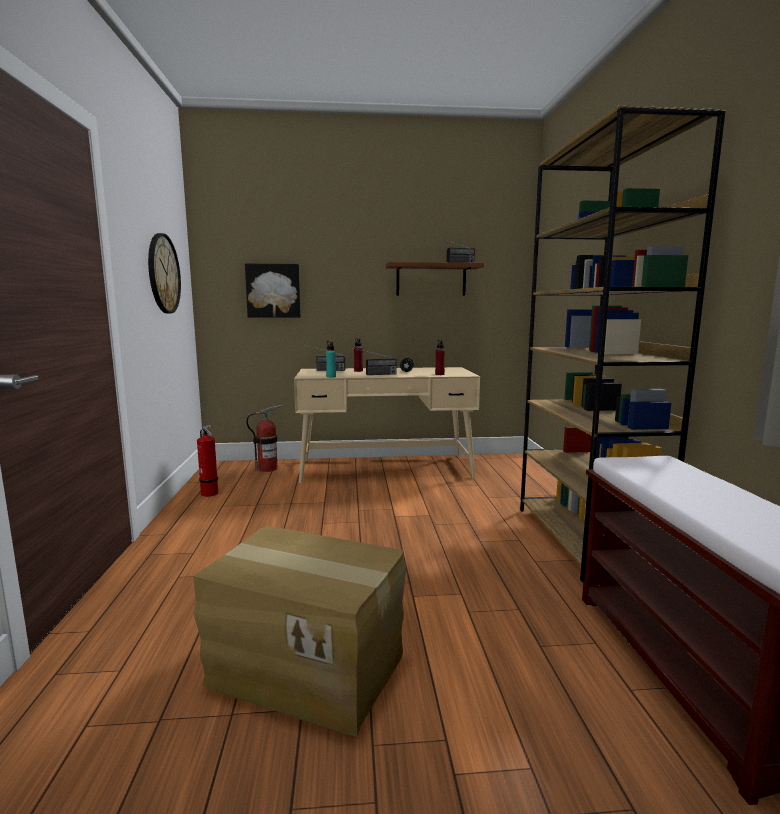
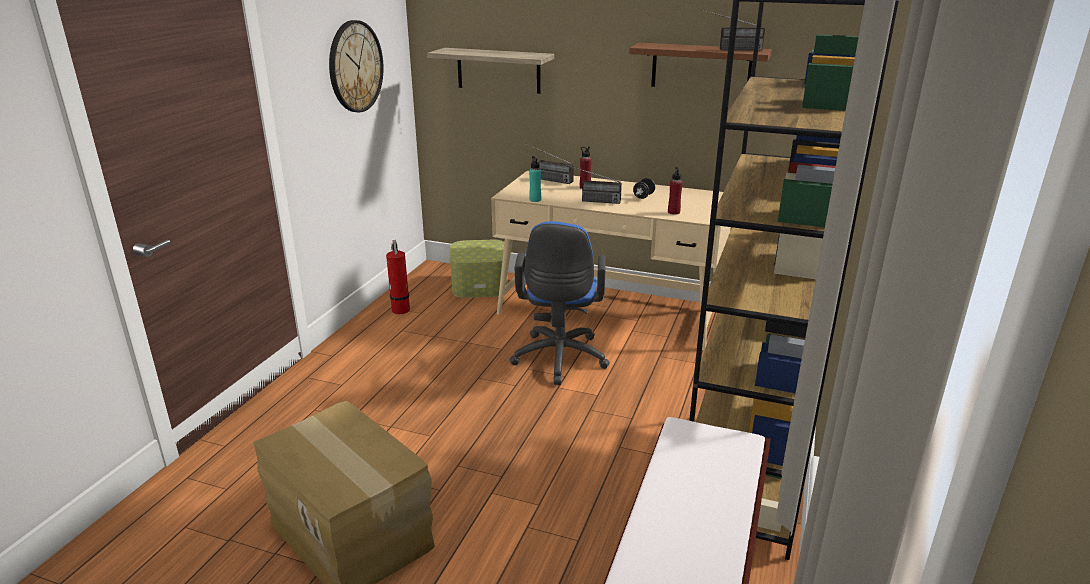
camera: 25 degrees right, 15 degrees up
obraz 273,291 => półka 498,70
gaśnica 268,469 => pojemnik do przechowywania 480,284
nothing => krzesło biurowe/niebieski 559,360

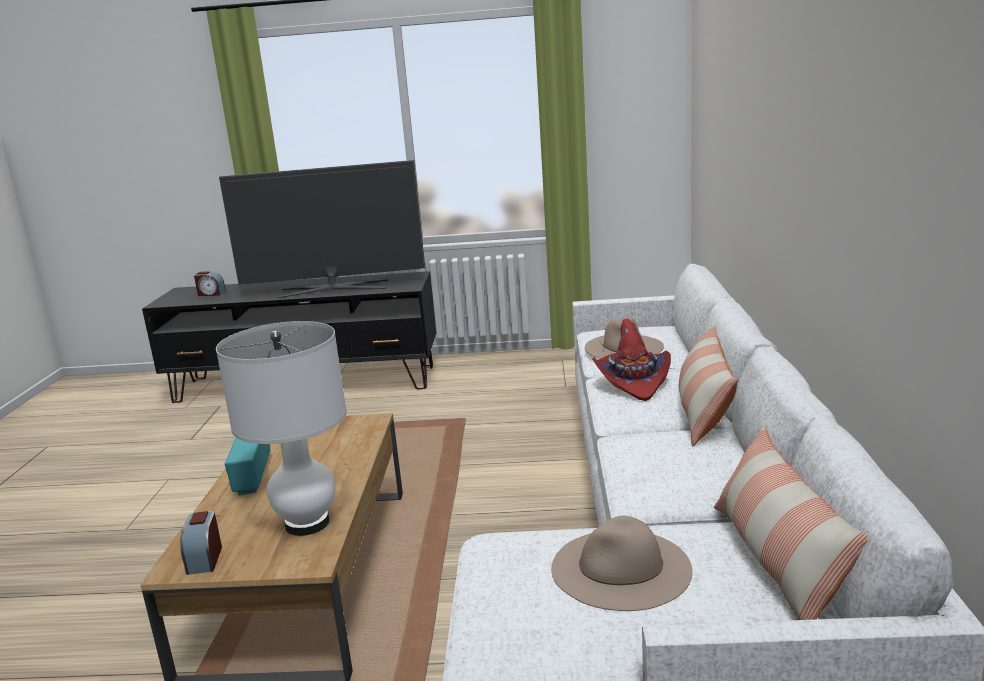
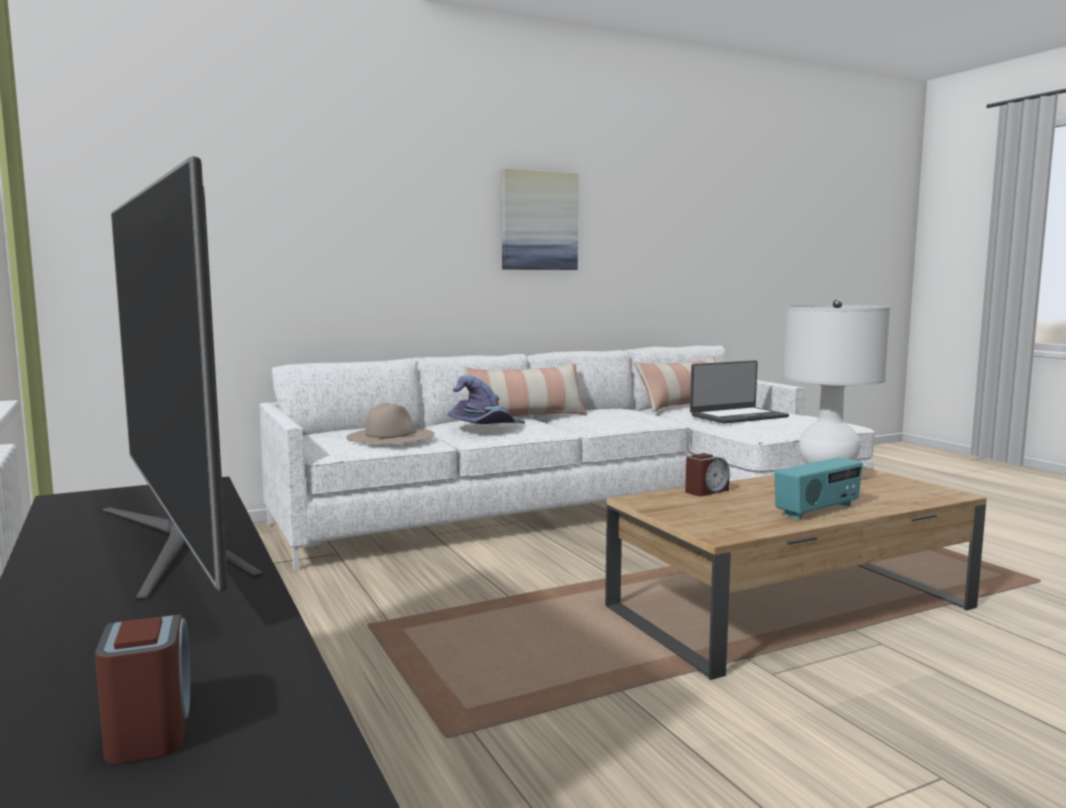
camera: 120 degrees left, 10 degrees down
budzik 204,559 => budzik 706,491, shifted
kapelusz/beżowy 620,568 => laptop 738,416
kapelusz/czerwony 633,382 => kapelusz/fioletowy 485,428
nothing => obraz 539,221

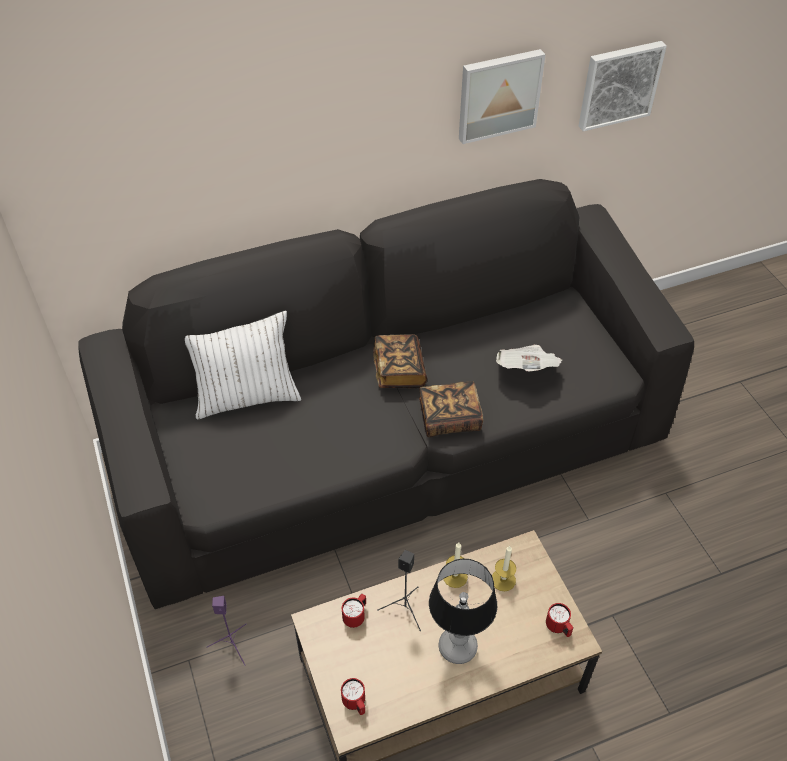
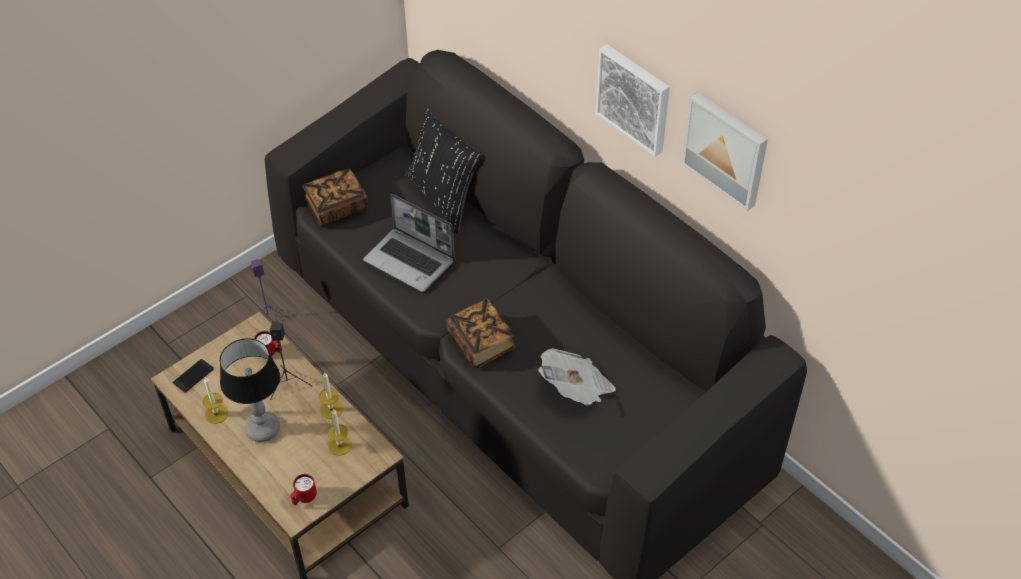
camera: 70 degrees right, 0 degrees up
poduszka/biały 246,397 => poduszka/czarny 444,197
kubek/czerwony 355,703 => telefon 193,376
książka 399,371 => książka 336,207, shifted
obraz 619,84 => obraz 634,98, shifted
nothing => świeca 216,414
nothing => laptop 410,261

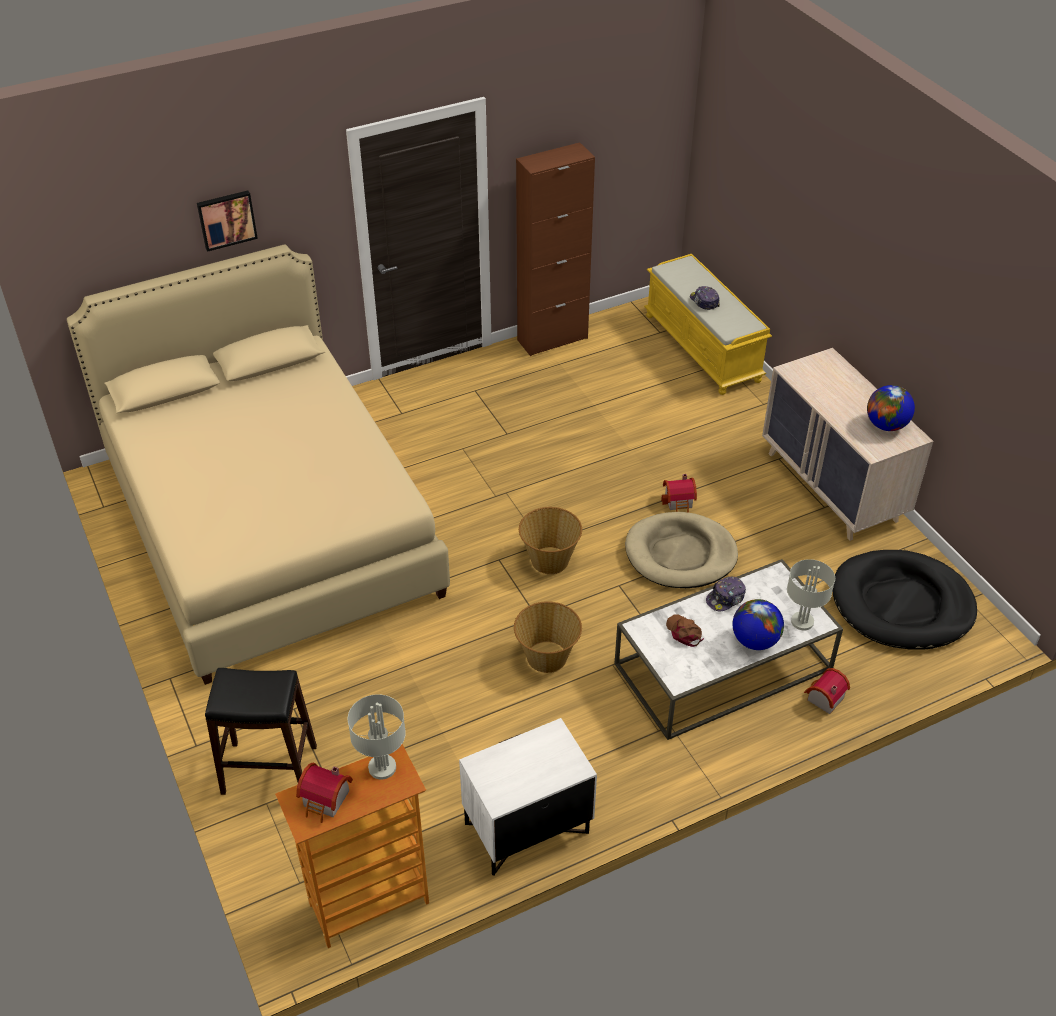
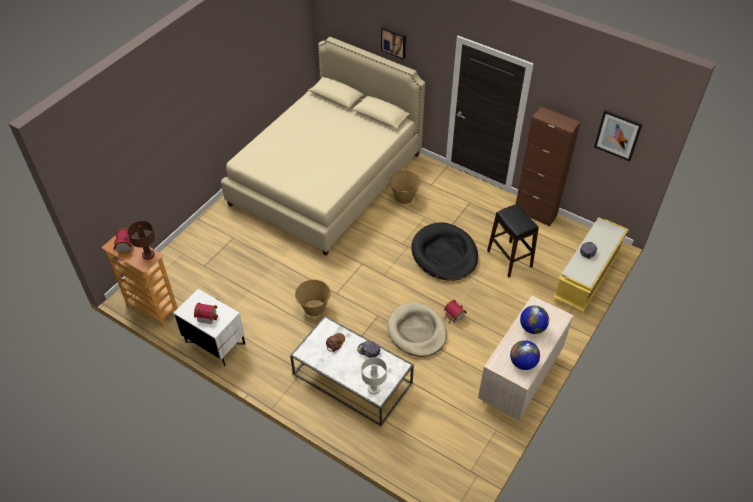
camera: 60 degrees right, 5 degrees up
stołek/czarny 269,770 => stołek/czarny 509,259, shifted
lampa stołowa/szary 382,768 => lampa stołowa/brązowy 148,255
koszyk 549,559 => koszyk 404,197, shifted
globus 755,641 => globus 532,327, shifted
domek 823,698 => domek 207,315, shifted
legowisko/czarny 902,604 => legowisko/czarny 444,254, shifted
nothing => obraz 618,135

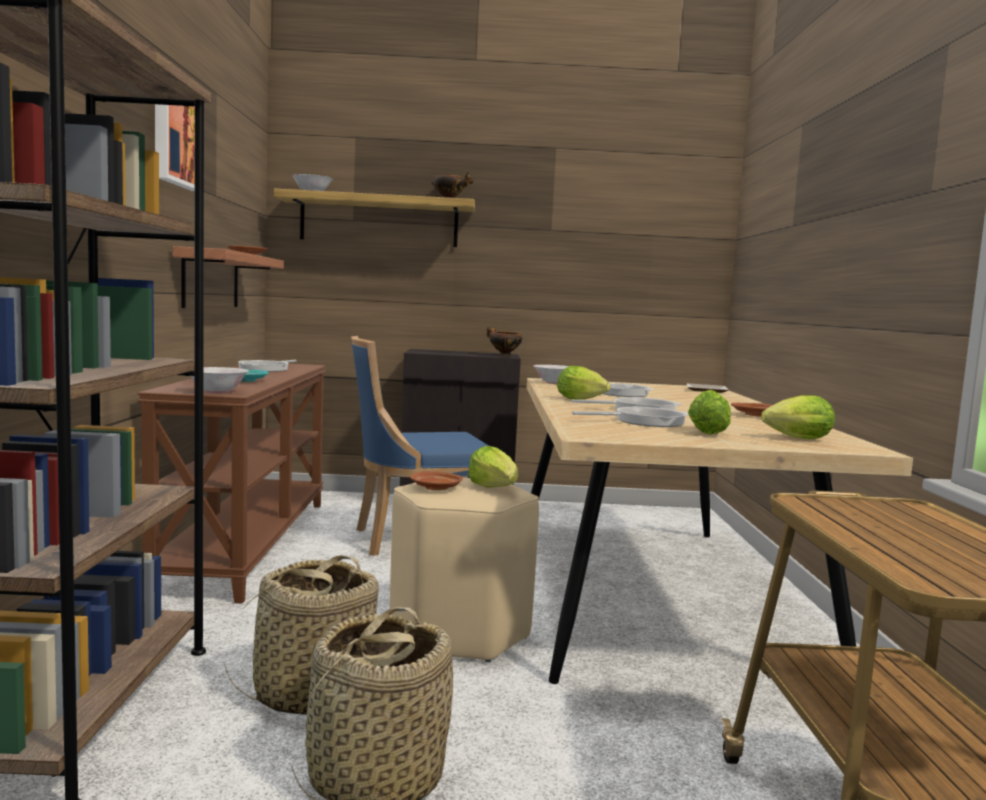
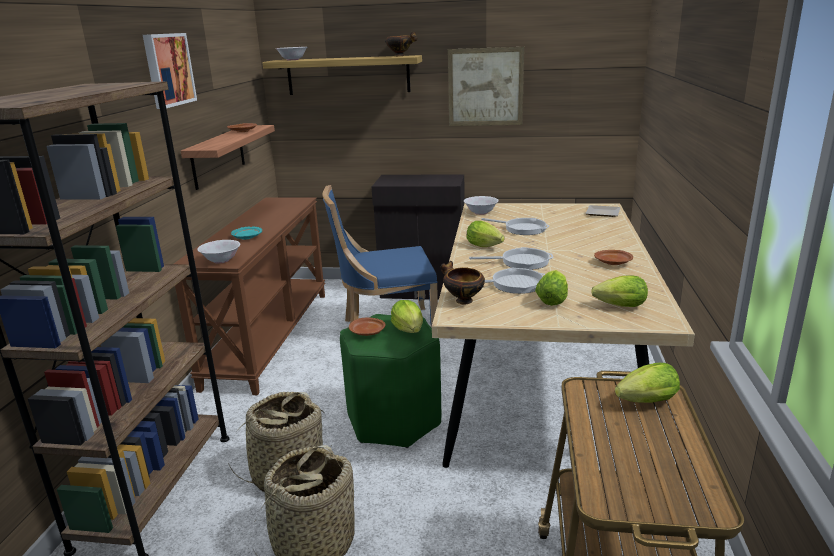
camera: 10 degrees right, 15 degrees up
patelnia 266,369 => nothing
stołek/beżowy 459,632 => stołek/zielony 394,420
miska 503,356 => miska 462,300, shifted
nothing => obraz 485,87
nothing => sałata 644,403

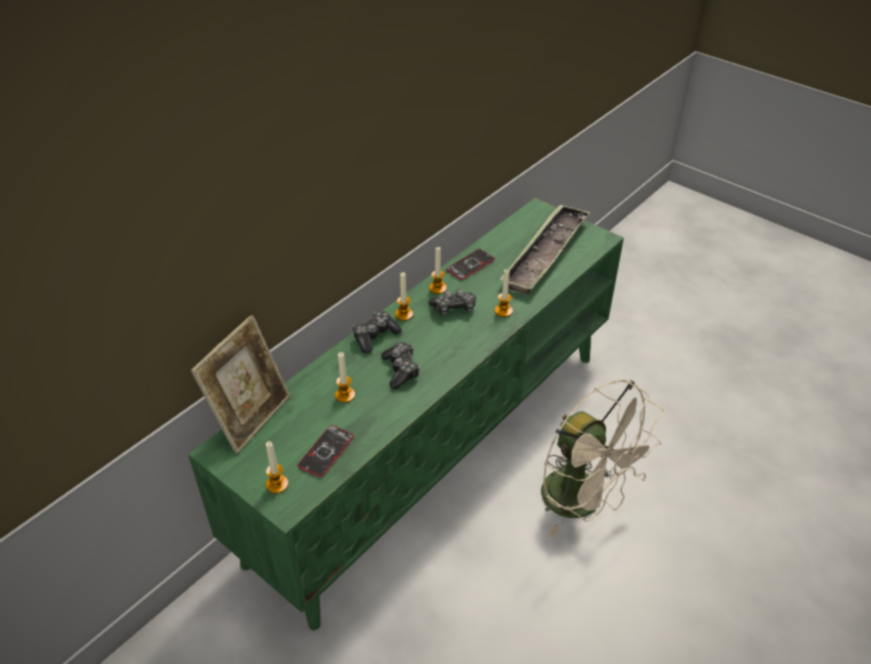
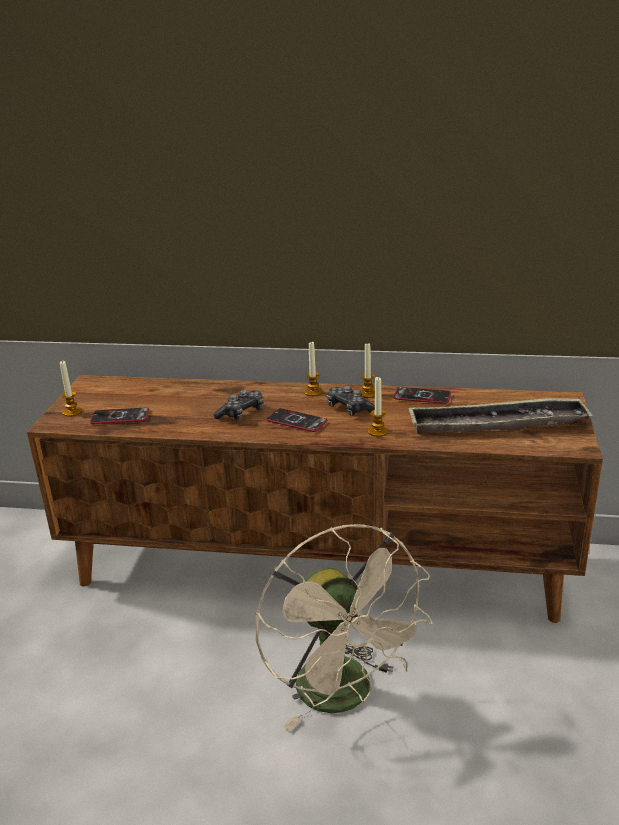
camera: 60 degrees right, 15 degrees down
szafka pod telewizor/zielony 435,449 => szafka pod telewizor/brązowy 318,567
ramka na zdjęcie 251,417 => nothing
świeca 345,395 => nothing
pad do gier 375,337 => nothing
wentylator/beżowy 583,502 => wentylator/beżowy 344,697, 45 degrees counterclockwise
nothing => telefon 296,421

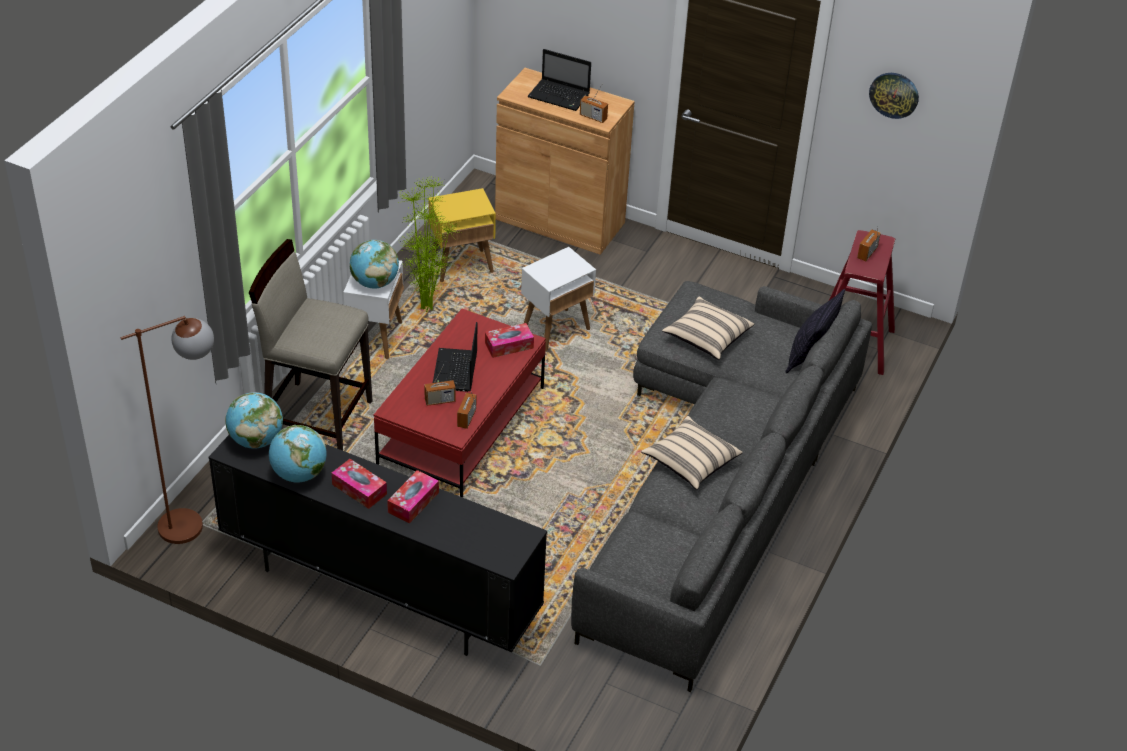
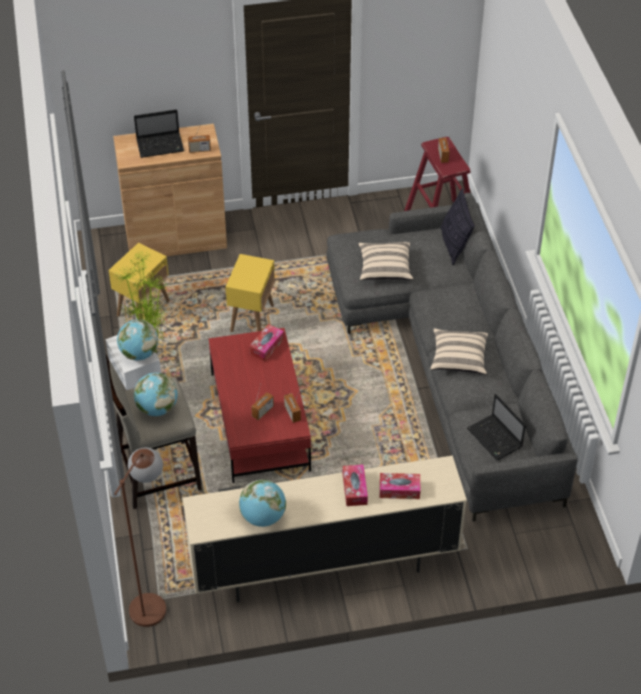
camera: 35 degrees left, 5 degrees up
szafka pod telewizor/czarny 378,591 => szafka pod telewizor/beżowy 322,567
globus 256,440 => globus 157,408, shifted
pudełko chusteczek 359,489 => pudełko chusteczek 399,490, shifted
laptop 455,372 => laptop 495,439, shifted
stolik/biały 556,329 => stolik/żółty 252,318
zegar ścienny 894,94 => nothing

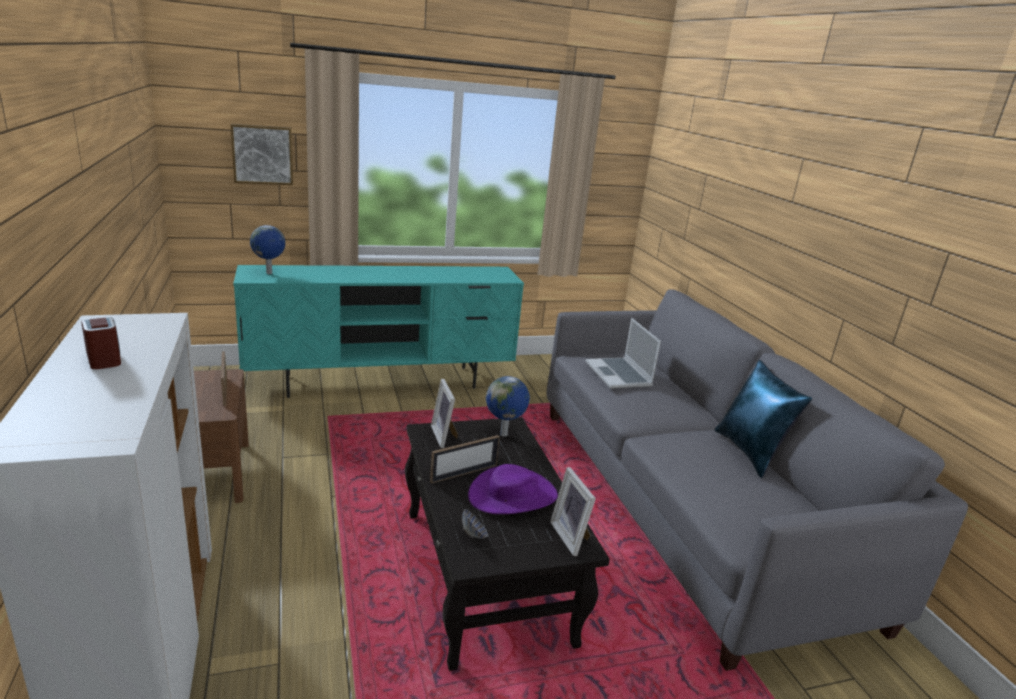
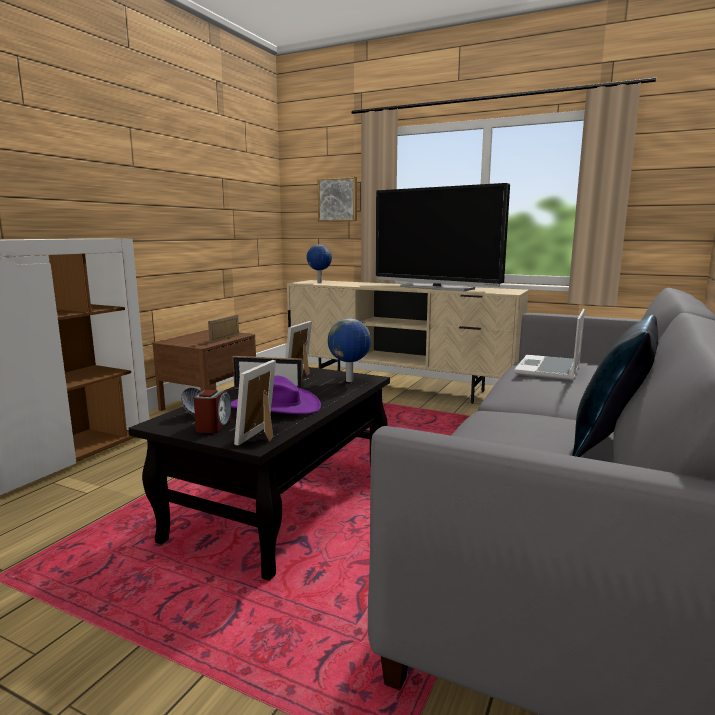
camera: 45 degrees right, 10 degrees down
budzik 104,358 => budzik 213,425, shifted
szafka pod telewizor/turkusowy 383,382 => szafka pod telewizor/beżowy 400,387
nothing => telewizor 436,288

